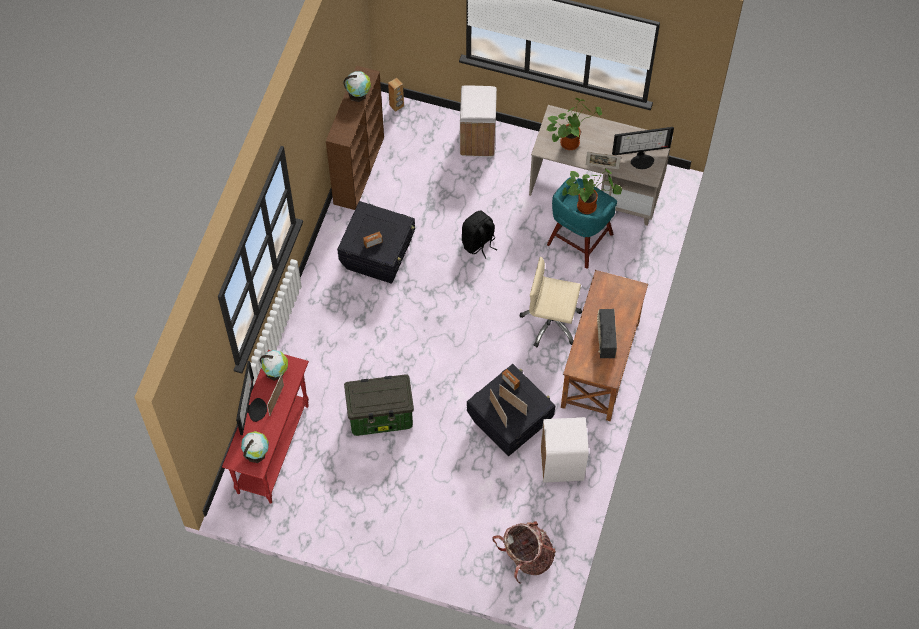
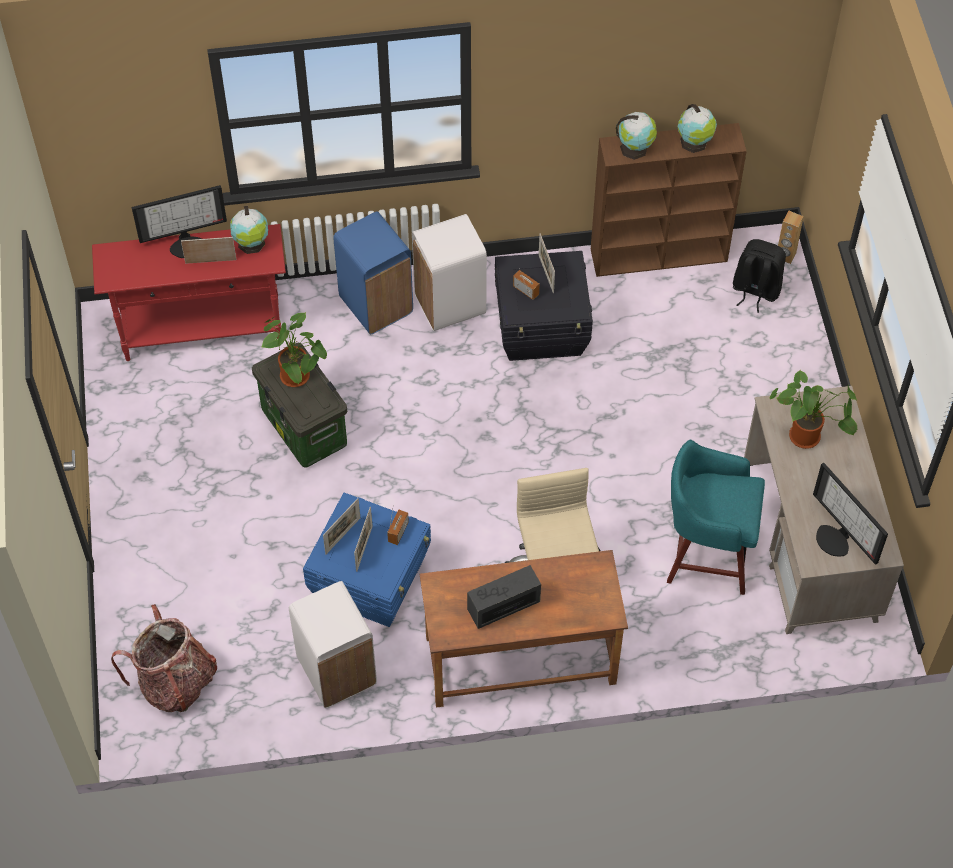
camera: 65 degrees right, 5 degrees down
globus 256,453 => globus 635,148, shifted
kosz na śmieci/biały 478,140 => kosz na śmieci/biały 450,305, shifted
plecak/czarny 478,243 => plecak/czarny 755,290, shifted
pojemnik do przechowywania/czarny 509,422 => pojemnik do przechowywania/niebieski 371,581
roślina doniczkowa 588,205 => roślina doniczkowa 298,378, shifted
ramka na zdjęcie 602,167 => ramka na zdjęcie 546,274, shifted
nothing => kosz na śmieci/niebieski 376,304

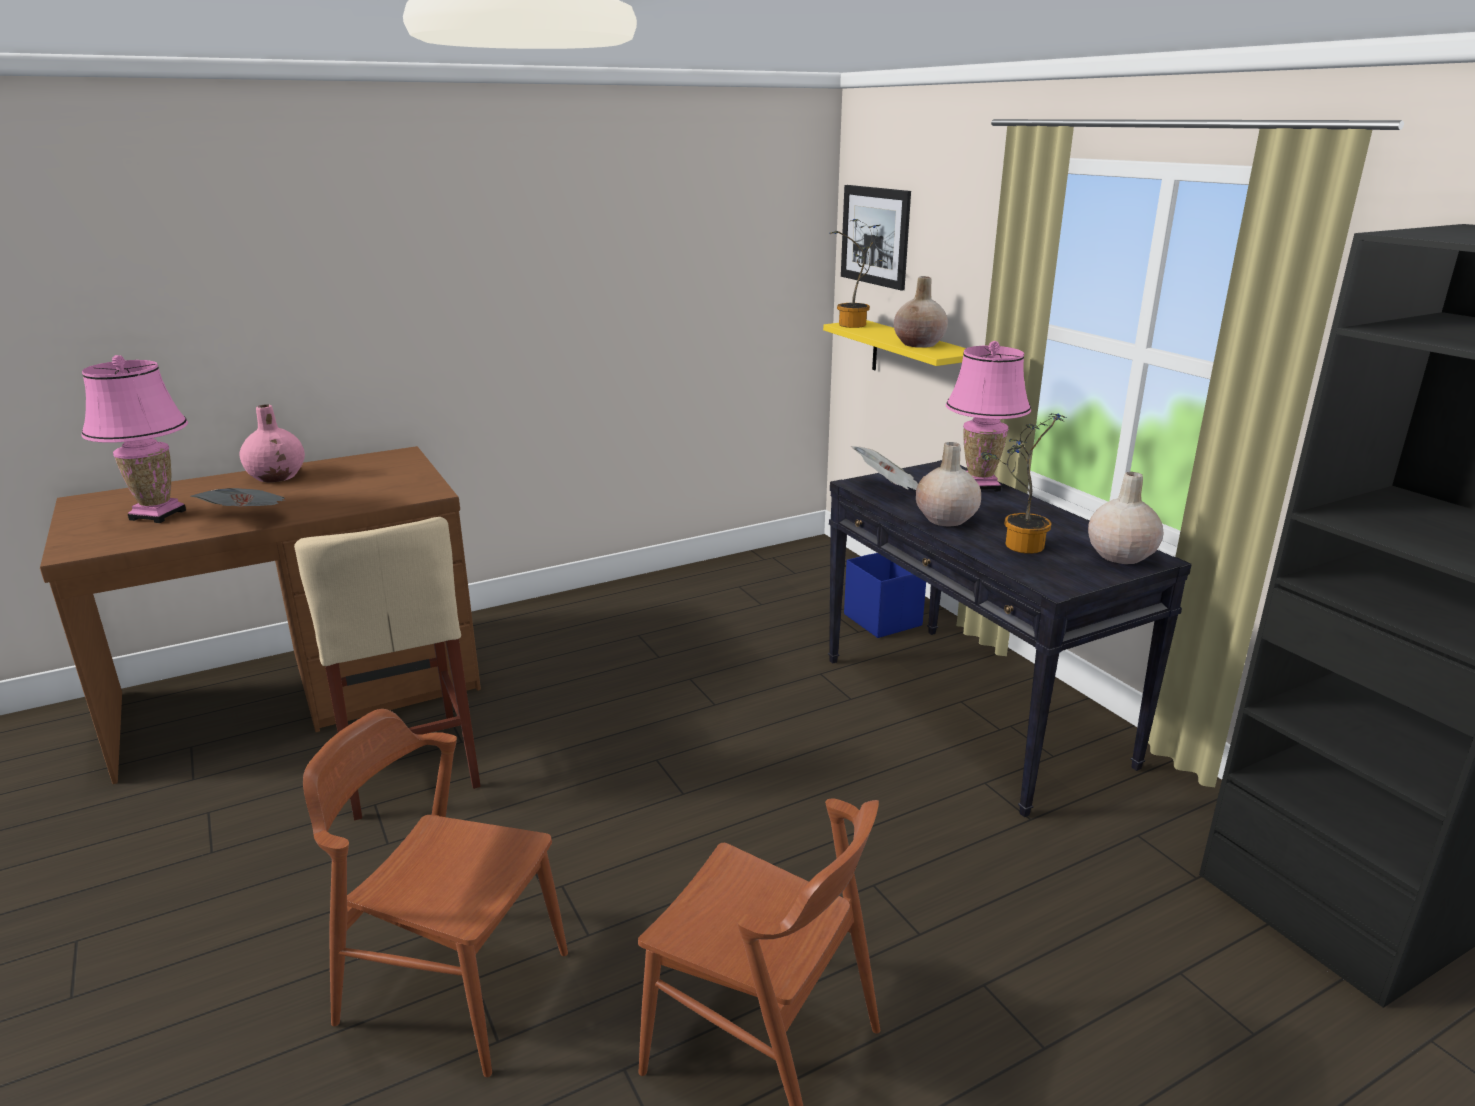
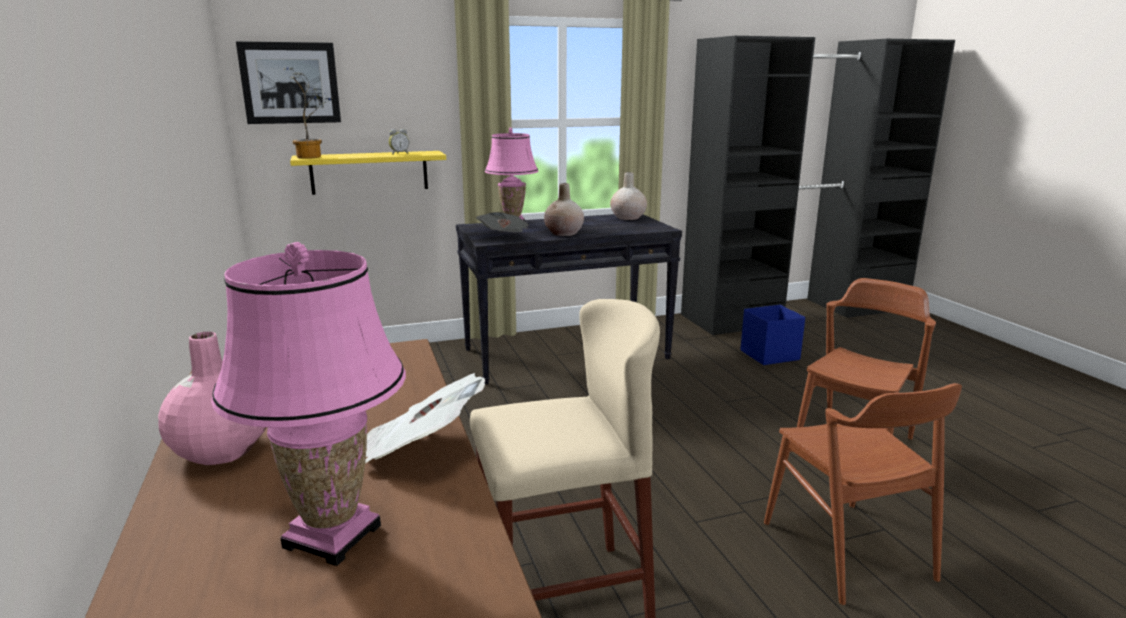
camera: 80 degrees left, 5 degrees down
krzesło/brązowy 453,987 => krzesło/brązowy 847,550, 45 degrees counterclockwise
pojemnik do przechowywania/niebieski 882,619 => pojemnik do przechowywania/niebieski 768,355, shifted
wazon/beżowy 919,344 => budzik 399,154
roślina doniczkowa 1018,545 => nothing

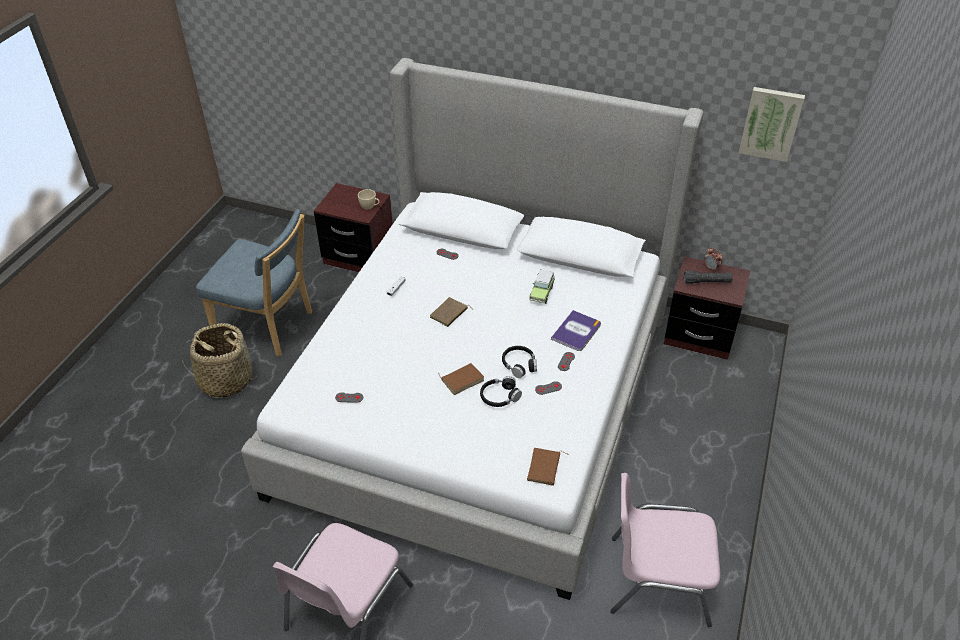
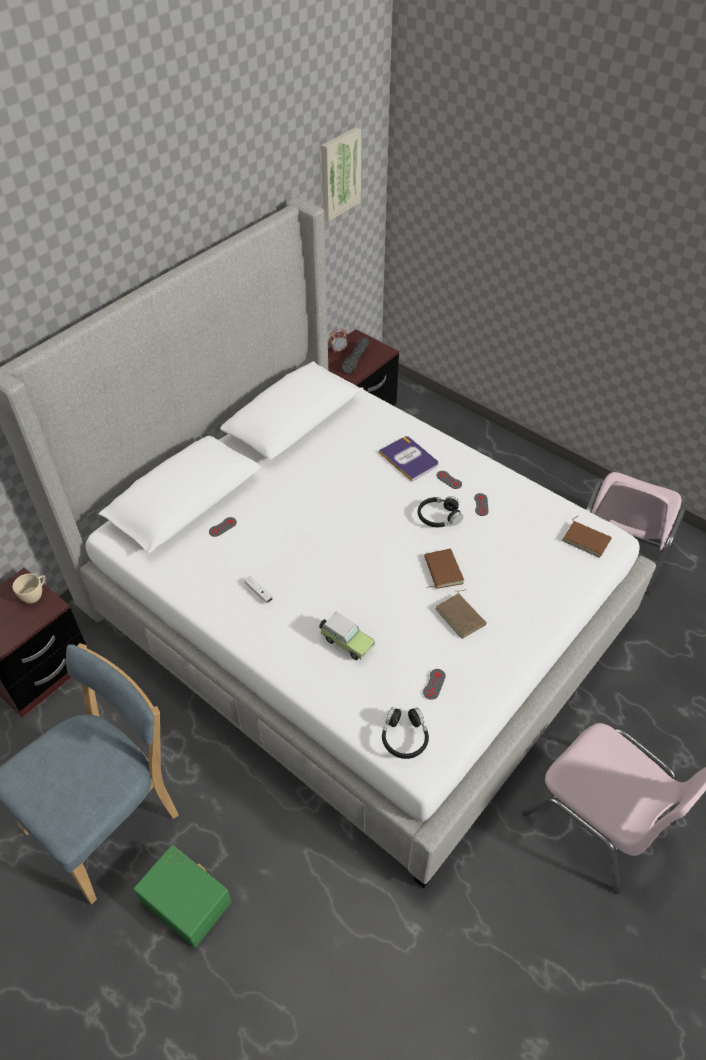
camera: 70 degrees left, 5 degrees up
koszyk 225,380 => pojemnik do przechowywania/zielony 187,899
książka/brązowy 449,314 => książka/brązowy 461,616, shifted
słuchawki/czarny 499,396 => słuchawki/czarny 404,737, shifted
samochodzik 542,292 => samochodzik 346,642, shifted

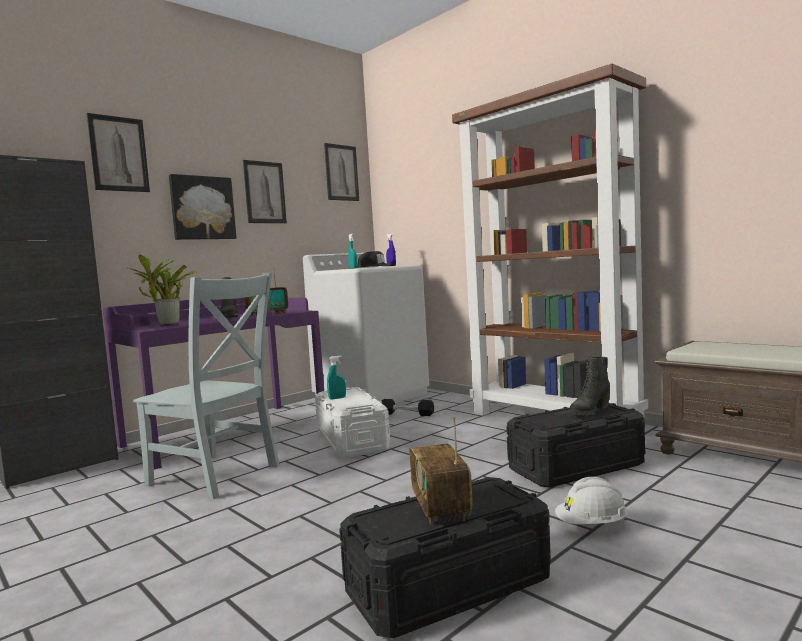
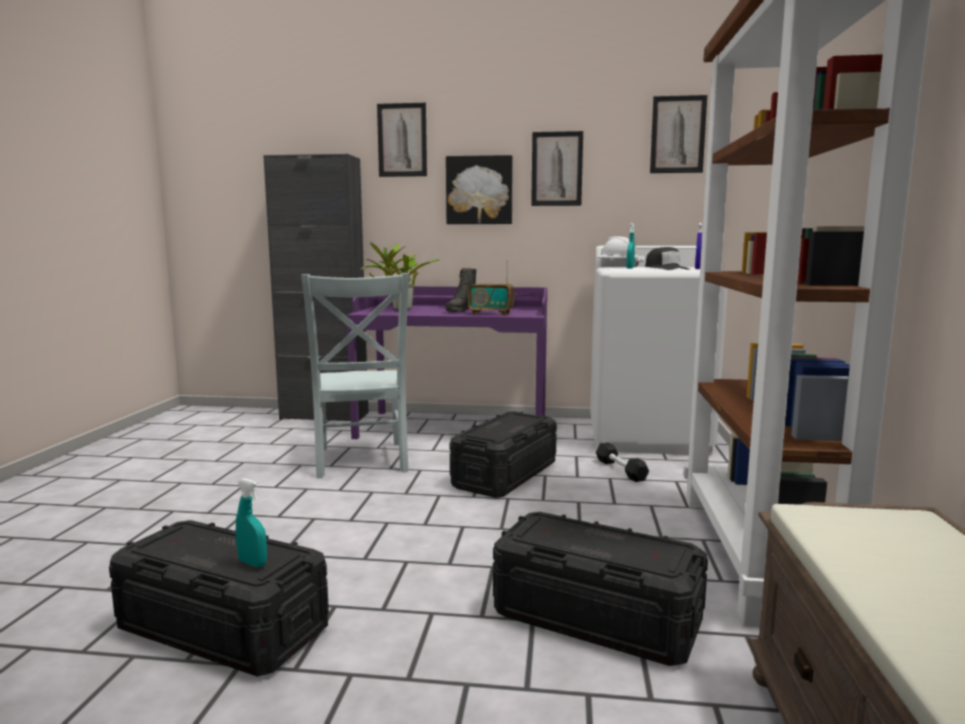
camera: 50 degrees right, 5 degrees up
pojemnik do przechowywania/biały 352,440 => pojemnik do przechowywania/czarny 505,474
spryskiwacz/turkusowy 337,398 => spryskiwacz/turkusowy 252,563, shifted
radio 441,509 => nothing
kask/biały 592,525 => kask/biały 617,266, shifted
but z cholewką/czarny 589,412 => nothing

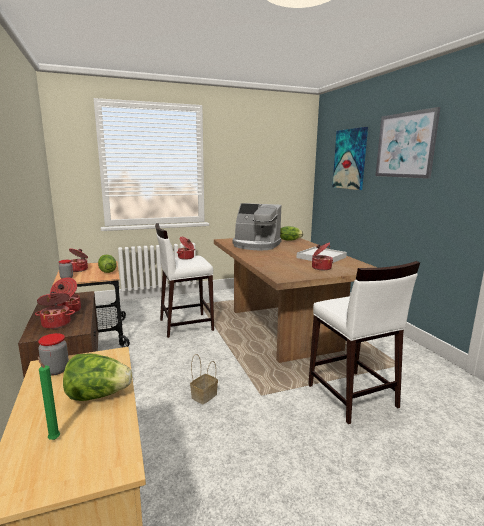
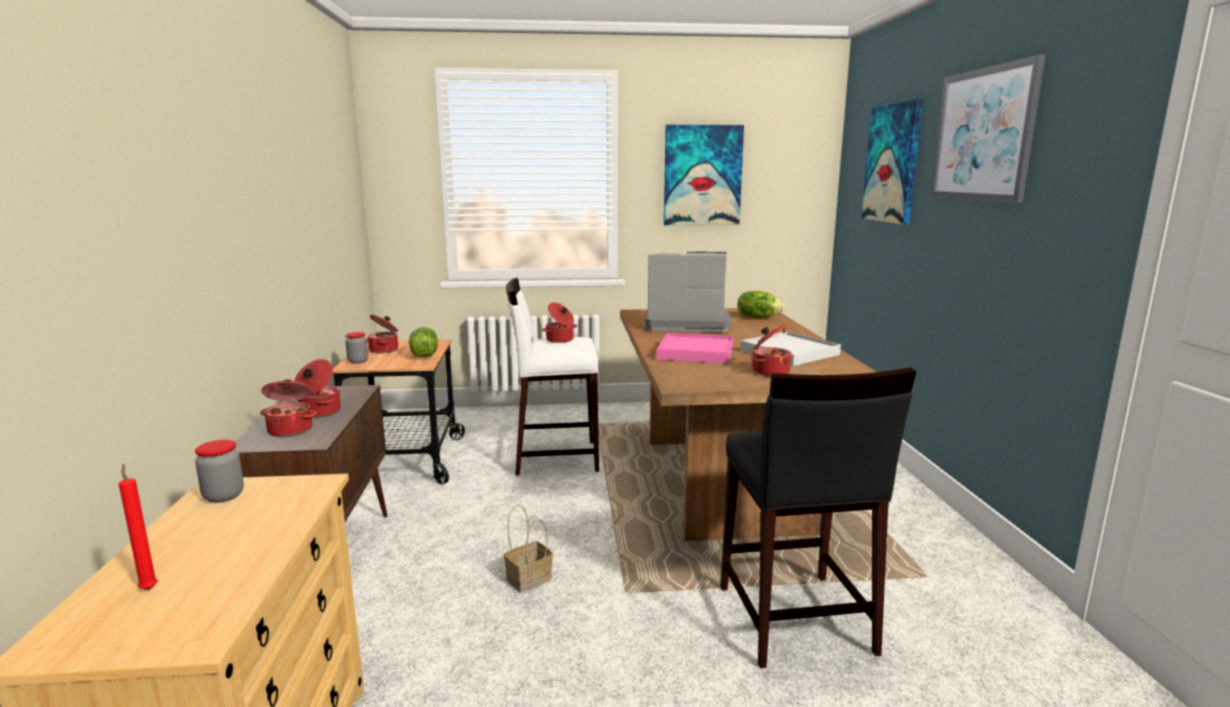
camera: 15 degrees right, 0 degrees up
świeca/zielony 53,438 => świeca/czerwony 149,588
sałata 98,395 => nothing
ekspres do kawy 256,245 => ekspres do kawy 685,324, 150 degrees clockwise
stołek/biały 351,396 => stołek/czarny 793,620
nothing => taca/różowy 695,352
nothing => obraz 702,175

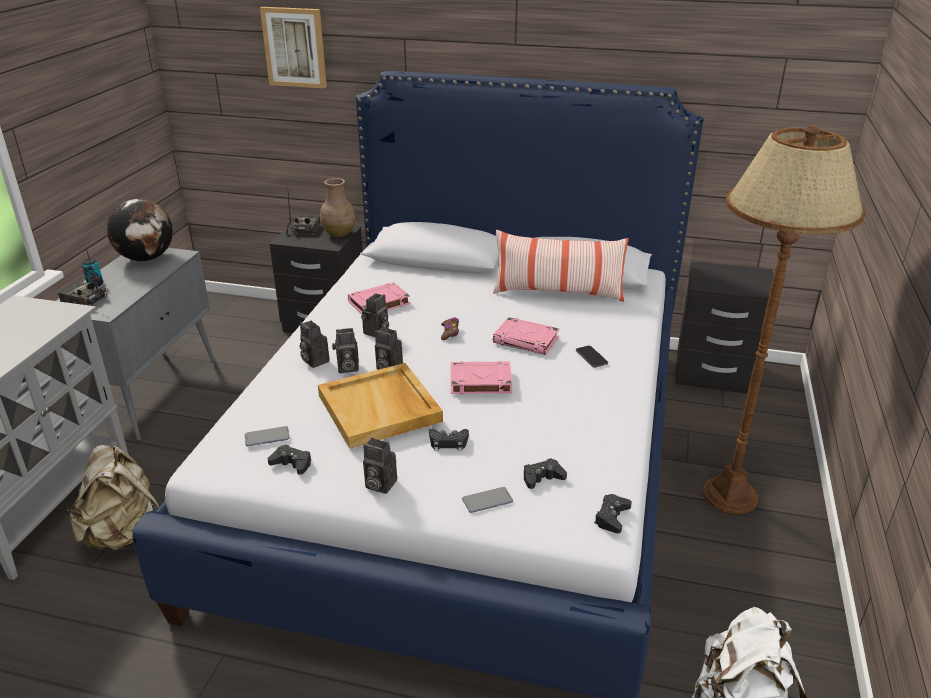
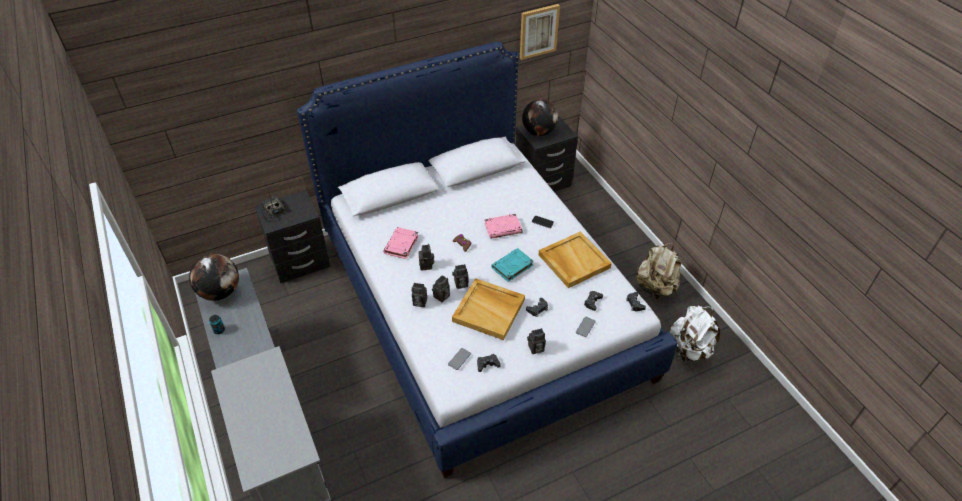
camera: 40 degrees left, 15 degrees up
radio 83,302 => nothing
plecak/beżowy 125,535 => plecak/beżowy 655,287, shifted
obraz 295,47 => obraz 538,31, shifted
wazon/brązowy 339,233 => nothing
książka/różowy 480,382 => książka/turkusowy 512,267
poduszka 557,293 => nothing
lampa stojąca/brązowy 730,496 => nothing
nothing => globus 539,132
nothing => taca/beżowy 573,261

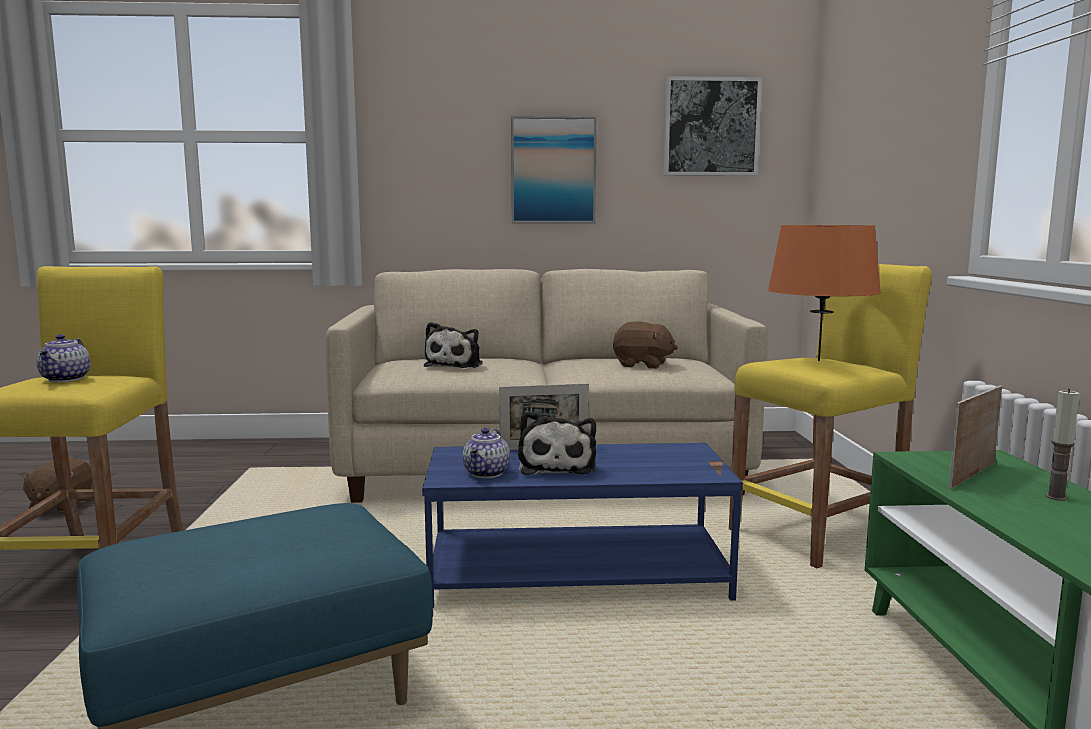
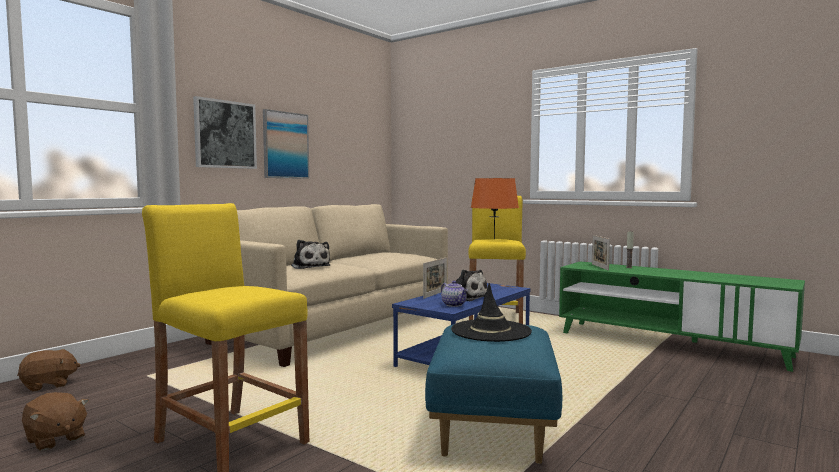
camera: 50 degrees left, 5 degrees down
imbryk 66,379 => nothing
pluszak/brązowy 642,365 => pluszak/brązowy 48,385, shifted
obraz 711,127 => obraz 225,134, shifted
nothing => kapelusz/czarny 490,331

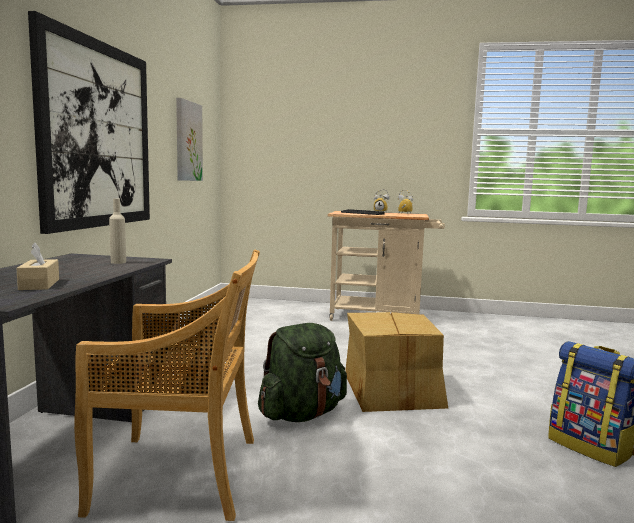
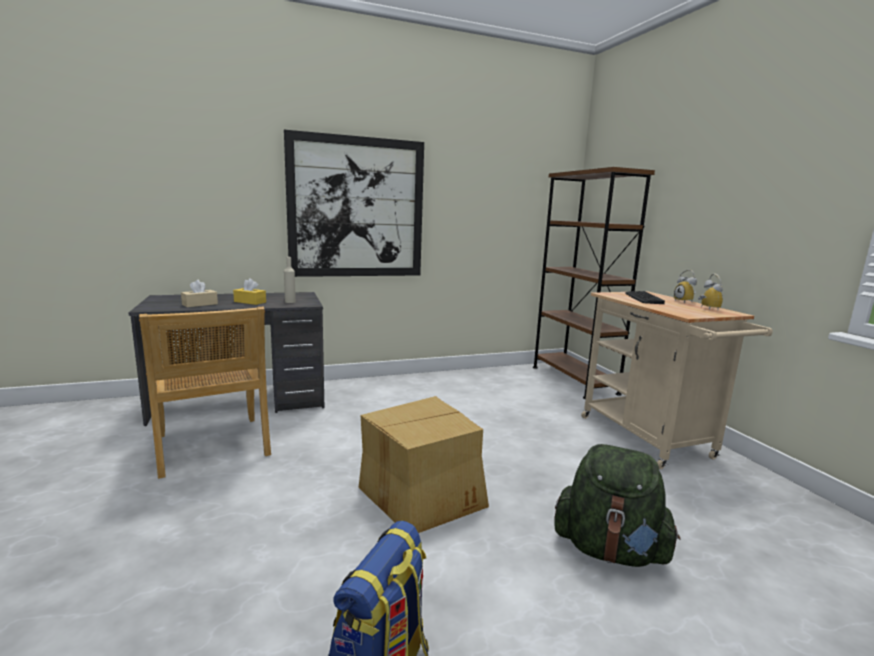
camera: 60 degrees right, 5 degrees up
obraz 188,141 => nothing
plecak/zielony 302,414 => plecak/zielony 609,550, shifted
nothing => pudełko chusteczek/żółty 250,302
nothing => regał/brązowy 573,380

